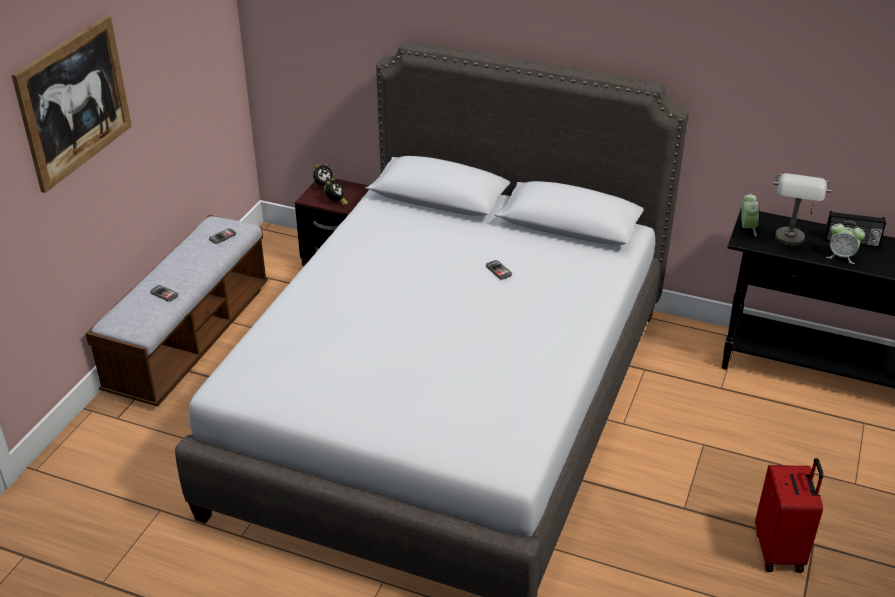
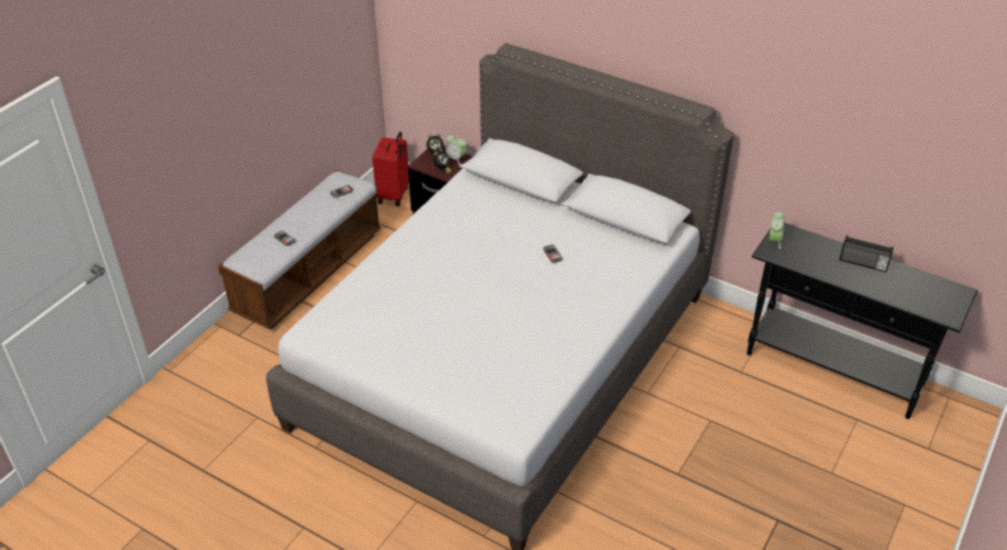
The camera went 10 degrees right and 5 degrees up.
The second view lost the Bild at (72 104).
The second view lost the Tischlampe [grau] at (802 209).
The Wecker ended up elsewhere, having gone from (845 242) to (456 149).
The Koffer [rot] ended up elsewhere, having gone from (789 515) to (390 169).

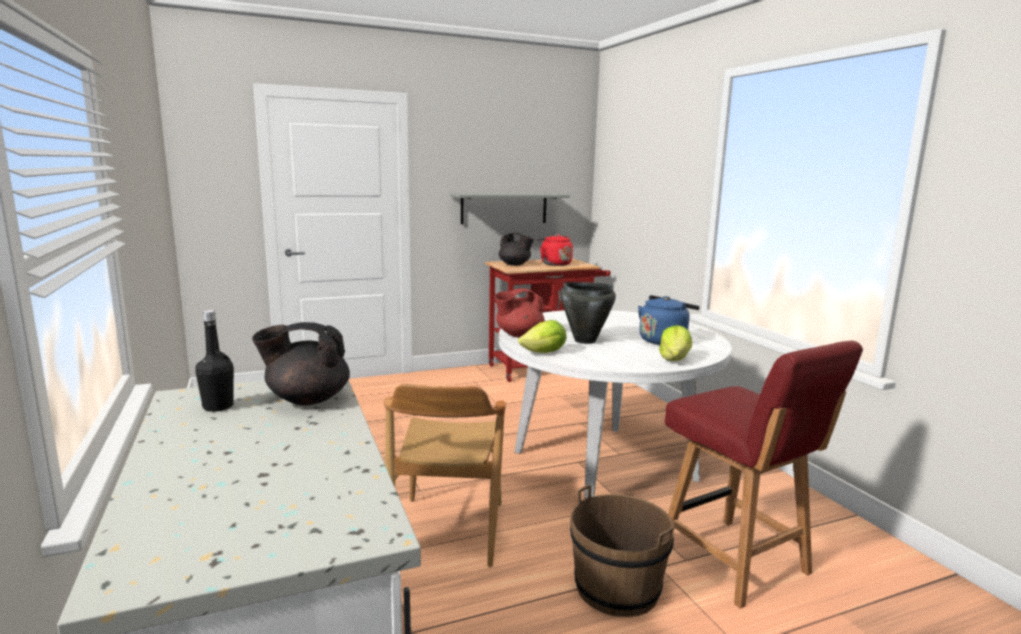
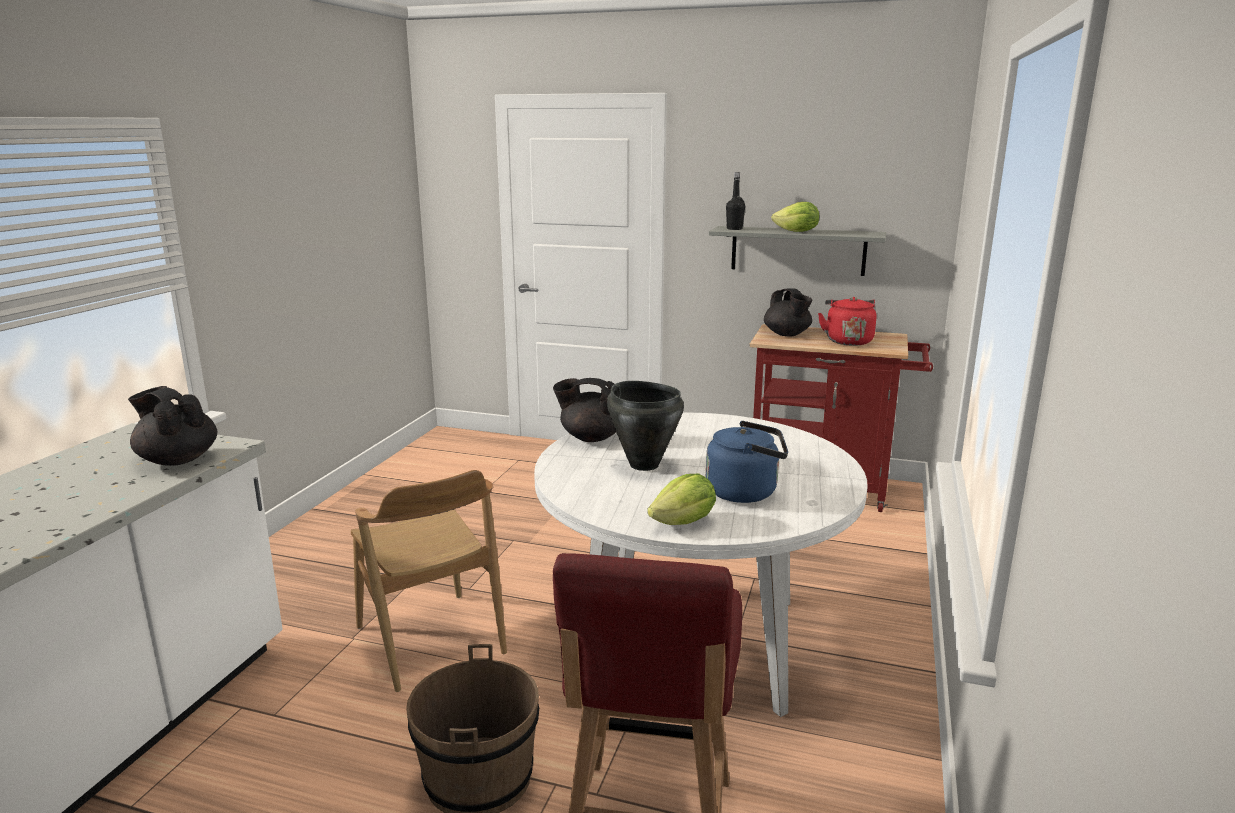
The camera went 40 degrees right and 5 degrees up.
What was the Teekanne [rot] at (519 312) turned into the Teekanne [schwarz] at (584 410).
The Flasche [schwarz] ended up elsewhere, having gone from (214 361) to (735 201).
The Salatkopf ended up elsewhere, having gone from (542 336) to (795 217).
The Stuhl [braun] at (444 475) ended up facing another way, 75 degrees counterclockwise from before.

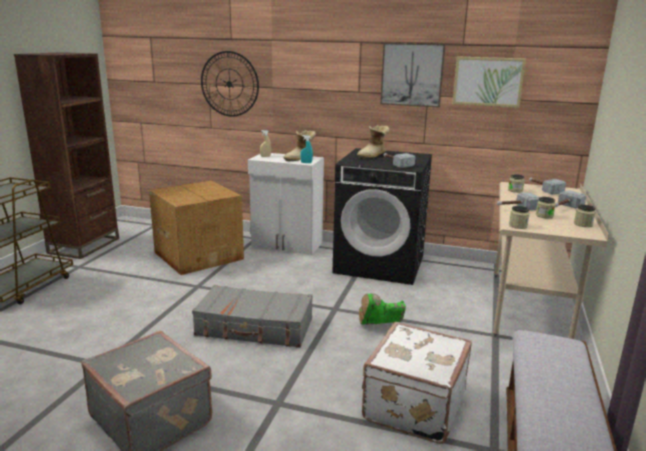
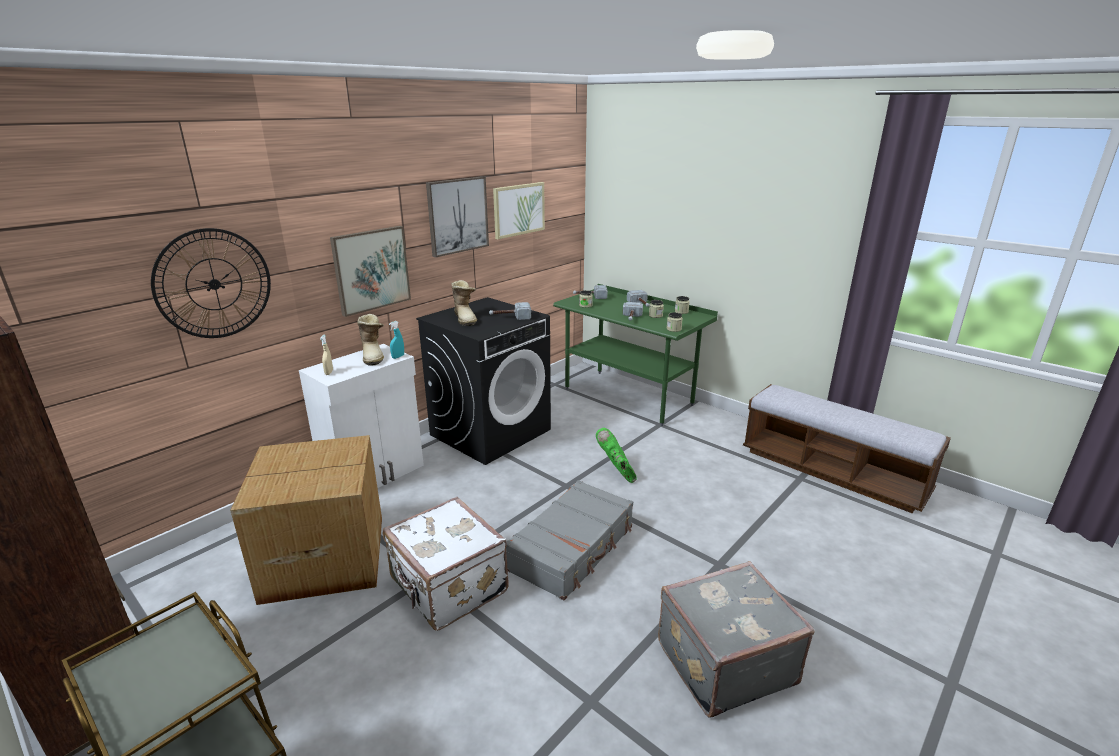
The camera went 65 degrees left and 5 degrees up.
What was the Schreibtisch [beige] at (551 260) turned into the Schreibtisch [grün] at (635 355).
The Stiefel [grün] at (382 309) ended up facing another way, 150 degrees clockwise from before.
The Koffer [weiß] ended up elsewhere, having gone from (417 383) to (446 564).
The second view gained the Bild at (370 271).

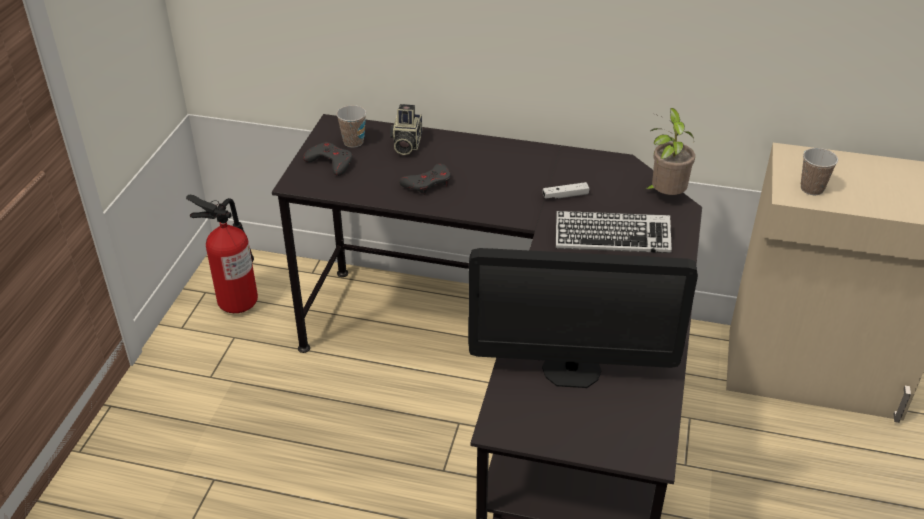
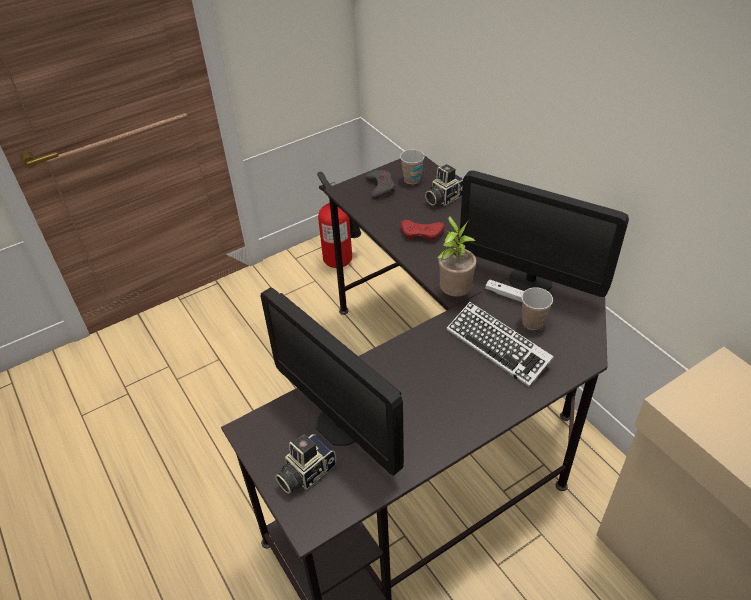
The camera went 45 degrees right and 5 degrees up.
The Topfpflanze ended up elsewhere, having gone from (669 151) to (456 256).
The Tasse ended up elsewhere, having gone from (819 171) to (537 308).
What was the Gamepad [grau] at (425 179) turned into the Gamepad [rot] at (423 231).
The second view gained the Monitor at (544 234).
The second view gained the Kamera at (305 464).

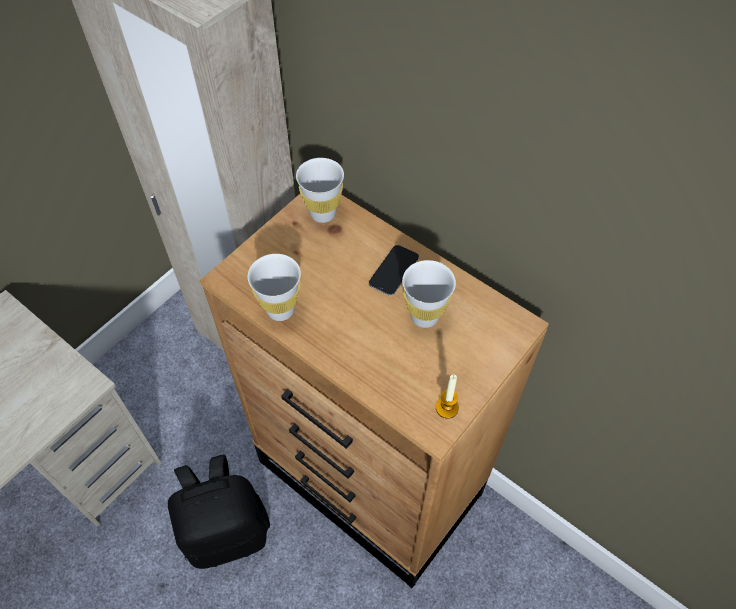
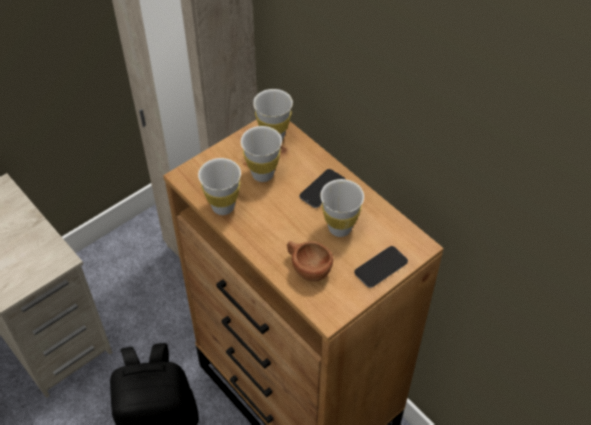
The camera went 10 degrees right and 5 degrees down.
The second view lost the Kerze at (447 397).
The second view gained the Tasse [weiß] at (261 154).
The second view gained the Tasse [braun] at (310 261).
The second view gained the Handy at (381 267).

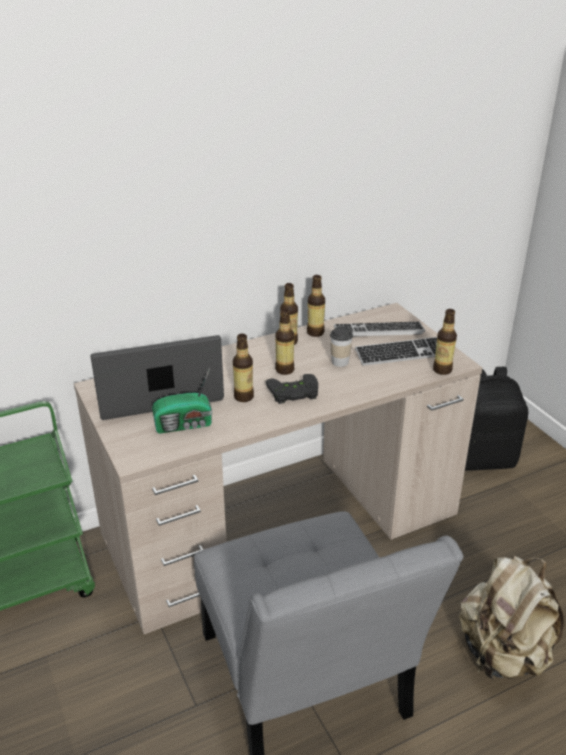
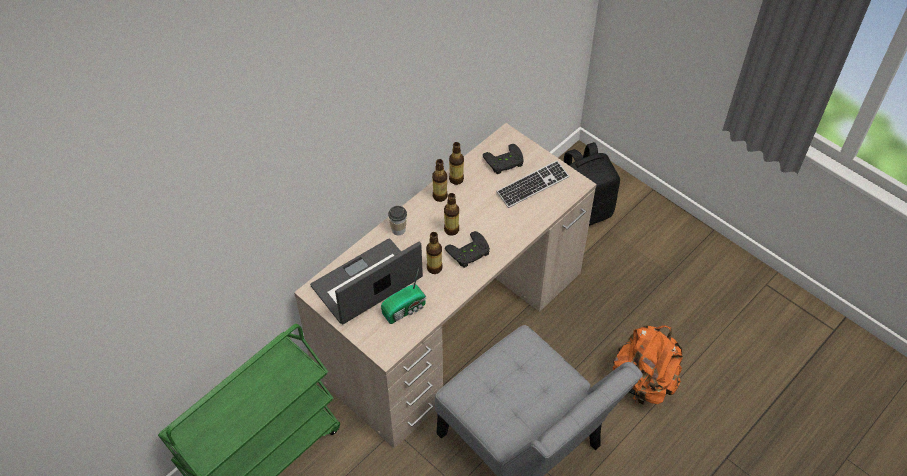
The camera went 20 degrees left and 20 degrees up.
The second view lost the Flasche at (445 342).
Where the Tastatur stood at (379 329), the Gamepad [schwarz] came to stand at (503 159).
The Tasse ended up elsewhere, having gone from (341 346) to (397 220).
What was the Rucksack [beige] at (511 618) turned into the Rucksack [orange] at (648 365).

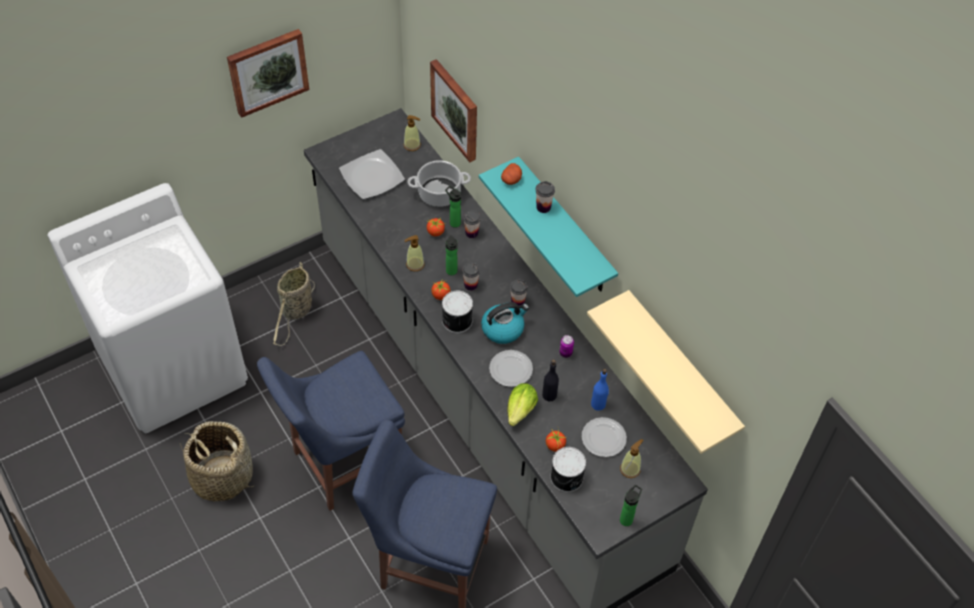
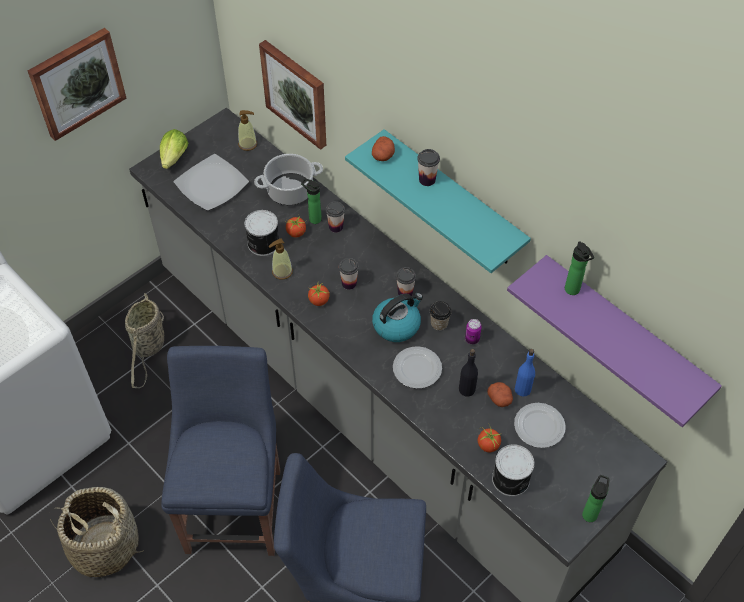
The camera went 10 degrees left and 0 degrees up.
The Flasche ended up elsewhere, having gone from (452 255) to (579 268).
What was the Wandregal [beige] at (666 372) turned into the Wandregal [lila] at (614 341).
The Dose ended up elsewhere, having gone from (457 312) to (261 233).
The Stuhl [blau] at (331 431) ended up facing another way, 135 degrees clockwise from before.
The Salatkopf ended up elsewhere, having gone from (522 404) to (174 149).
The second view lost the Seifenspender at (632 458).
The second view gained the Tasse at (441 316).
The second view gained the Kartoffel at (500 394).

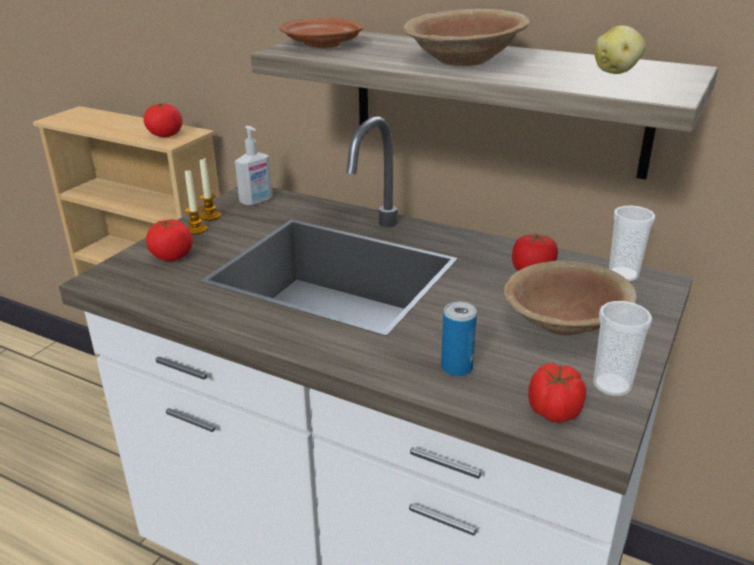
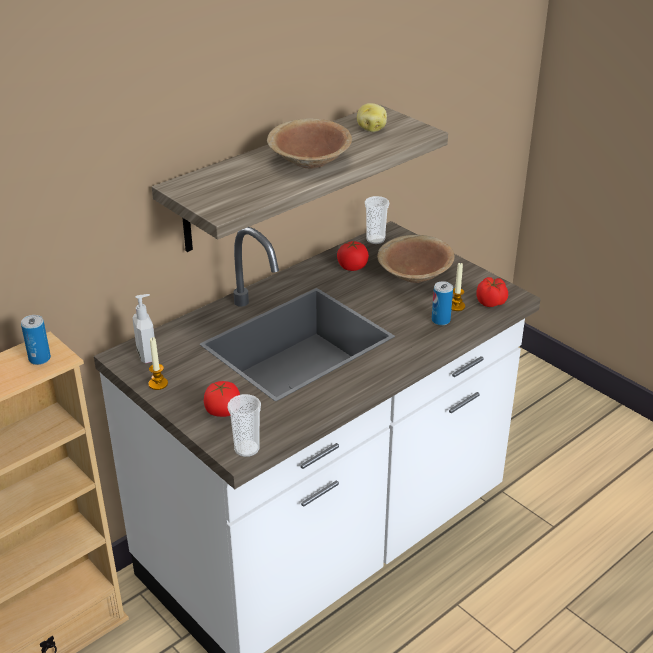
The camera went 70 degrees left and 5 degrees up.
The second view lost the Teller [braun] at (321 33).
Where the Tomate stood at (163 120), the Dose came to stand at (36 340).
The Kerze ended up elsewhere, having gone from (196 202) to (458 286).
The Tasse ended up elsewhere, having gone from (622 348) to (244 425).

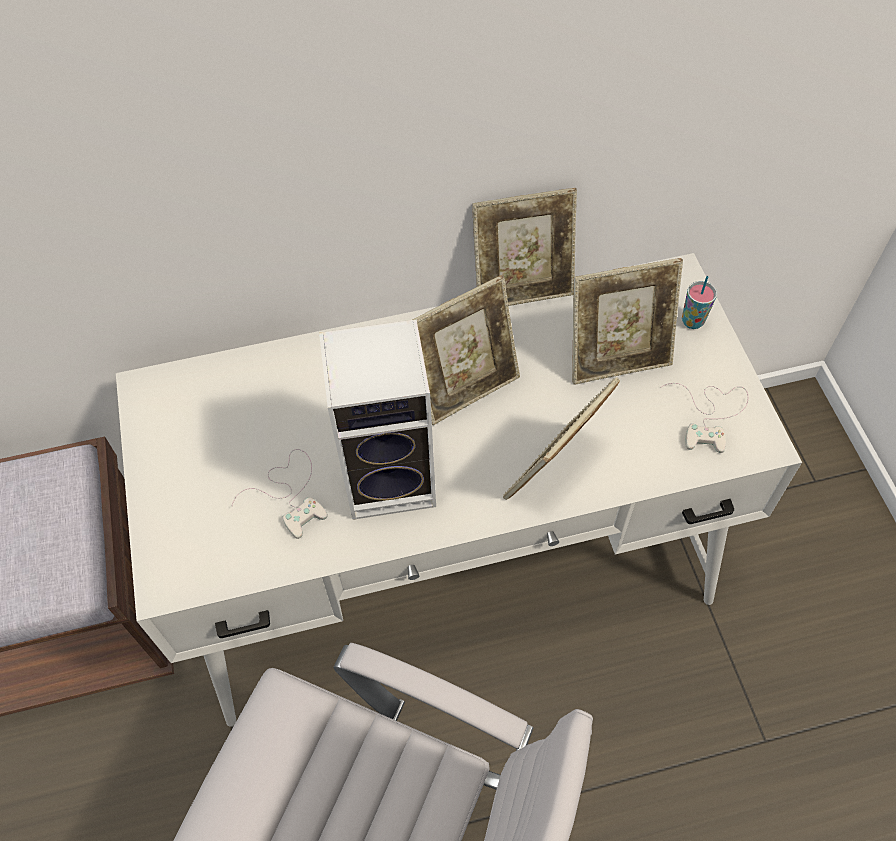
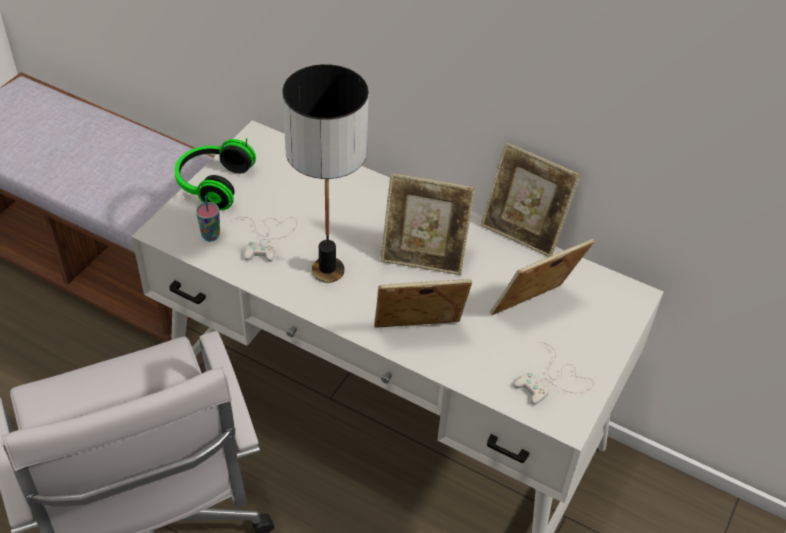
The camera went 40 degrees right and 10 degrees down.
The Bilderrahmen at (627 321) ended up facing another way, 120 degrees clockwise from before.
The Tasse ended up elsewhere, having gone from (699 302) to (208 219).
Where the Lautsprecher stood at (377 419), the Tischlampe came to stand at (325 173).
The second view gained the Kopfhörer at (215 174).

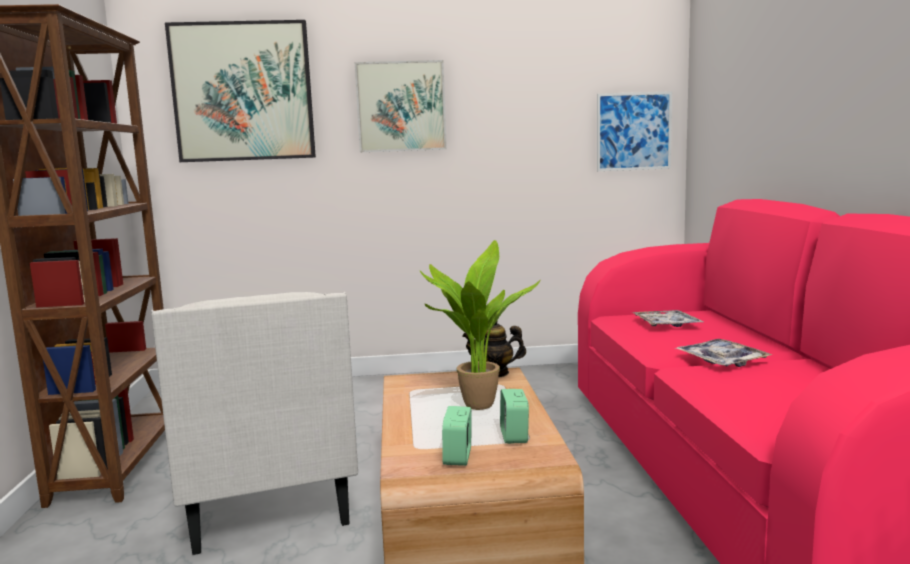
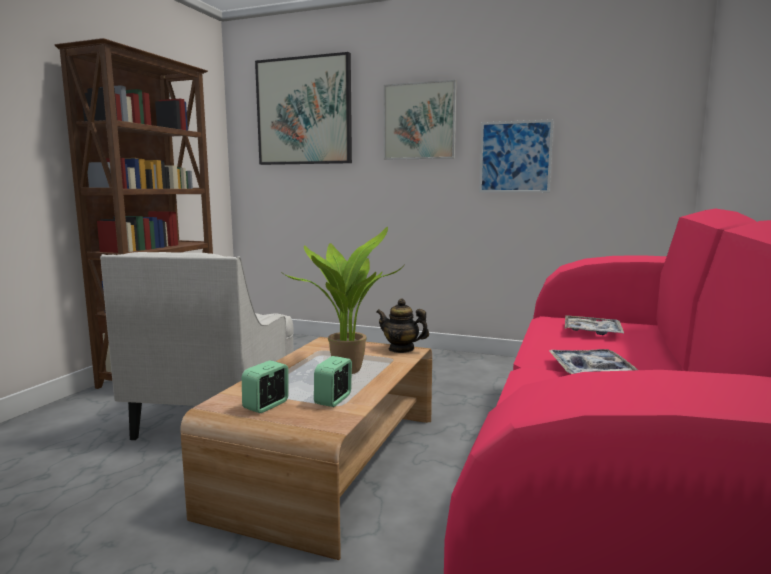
The camera went 25 degrees right and 0 degrees up.
The Bild ended up elsewhere, having gone from (634 131) to (516 156).

